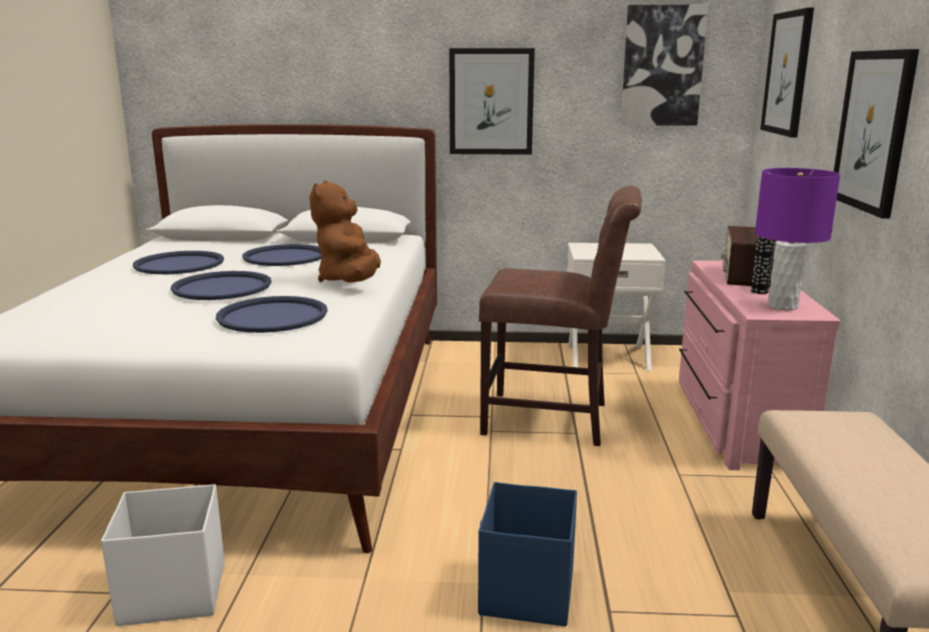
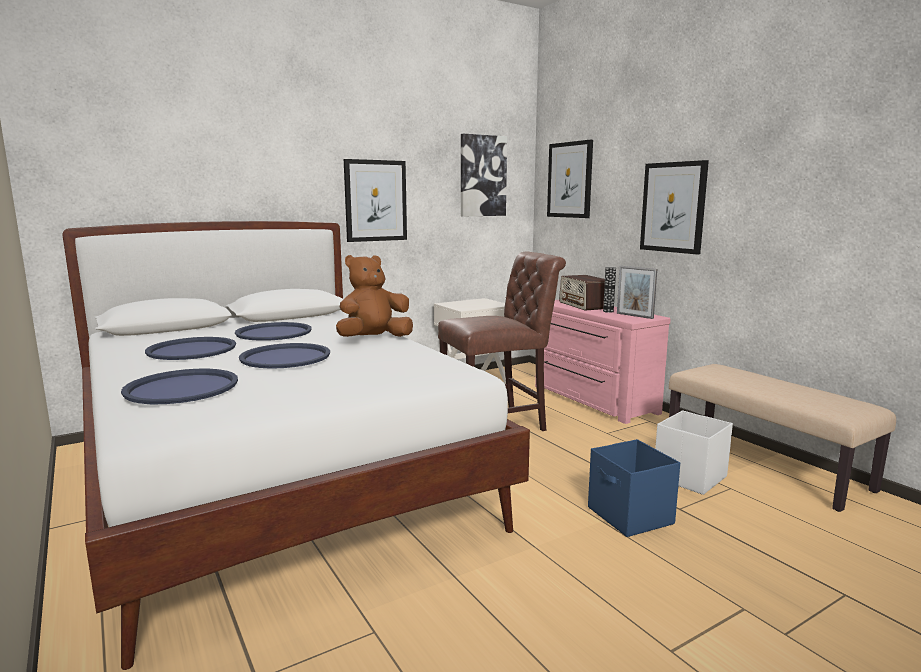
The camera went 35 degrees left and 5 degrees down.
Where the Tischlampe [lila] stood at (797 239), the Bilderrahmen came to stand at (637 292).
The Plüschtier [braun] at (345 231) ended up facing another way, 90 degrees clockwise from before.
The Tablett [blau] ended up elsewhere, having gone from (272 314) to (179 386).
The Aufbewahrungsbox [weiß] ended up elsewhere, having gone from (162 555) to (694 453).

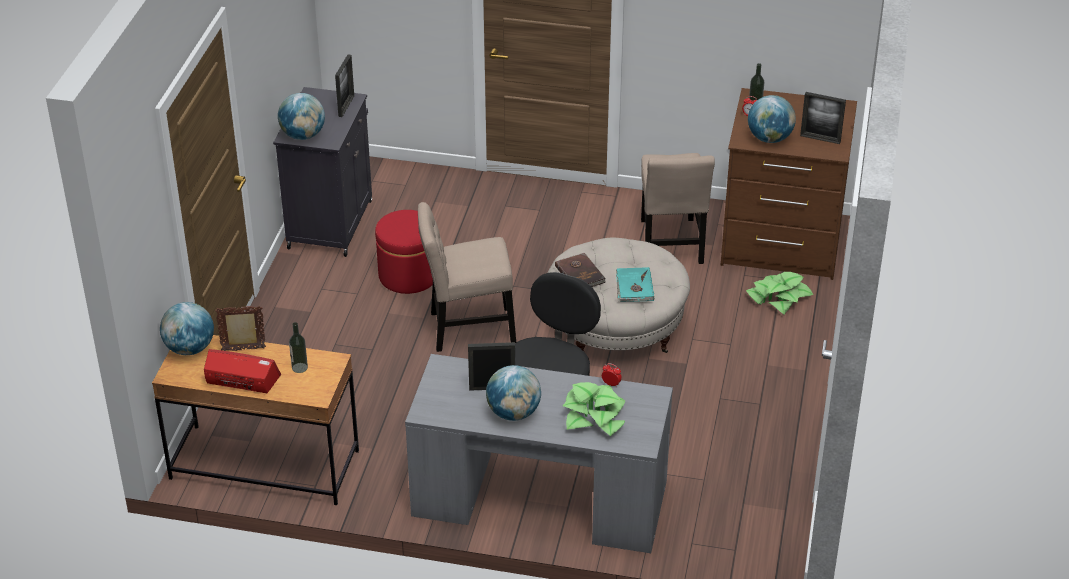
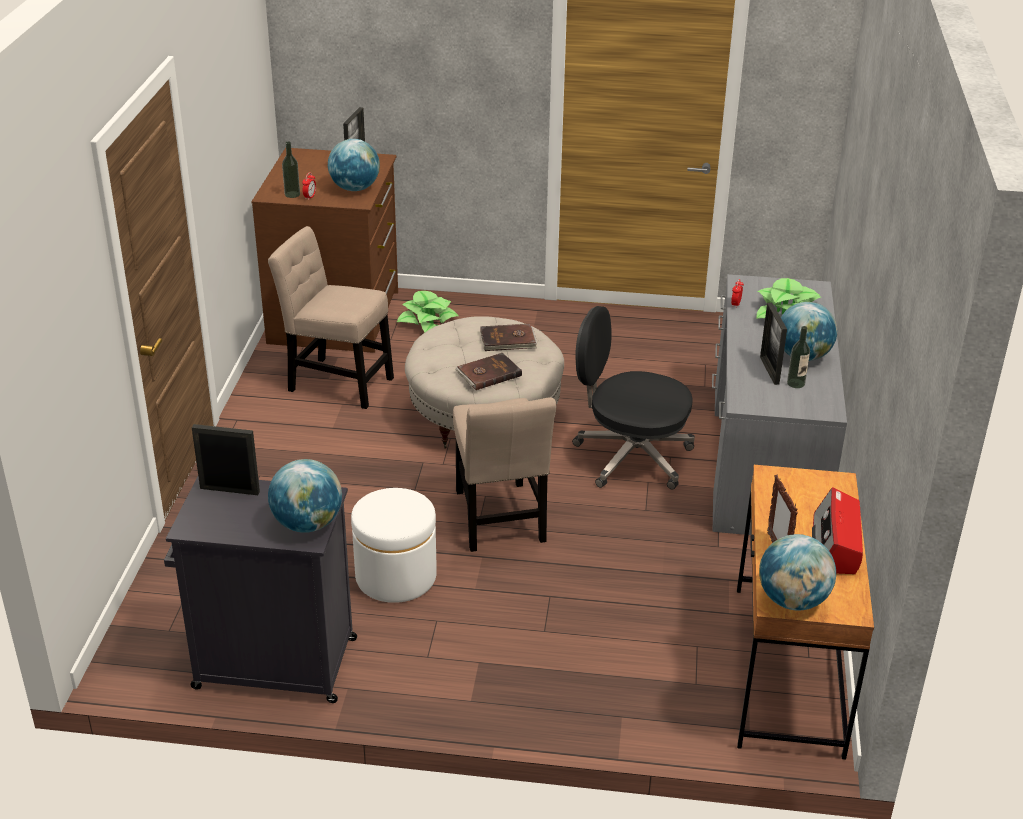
The camera went 95 degrees left and 5 degrees down.
The Stuhl [beige] at (678 208) ended up facing another way, 150 degrees counterclockwise from before.
What was the Polsterhocker [rot] at (404 252) turned into the Polsterhocker [weiß] at (394 545).
What was the Buch [türkis] at (635 284) turned into the Buch [braun] at (509 337).
The Flasche ended up elsewhere, having gone from (298 347) to (798 357).

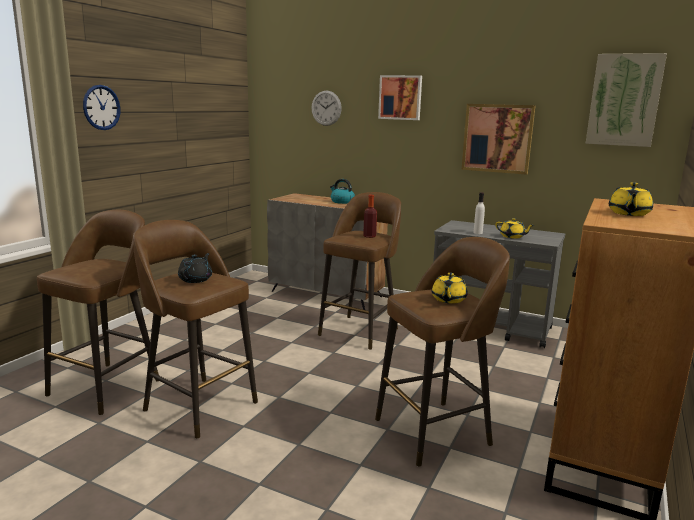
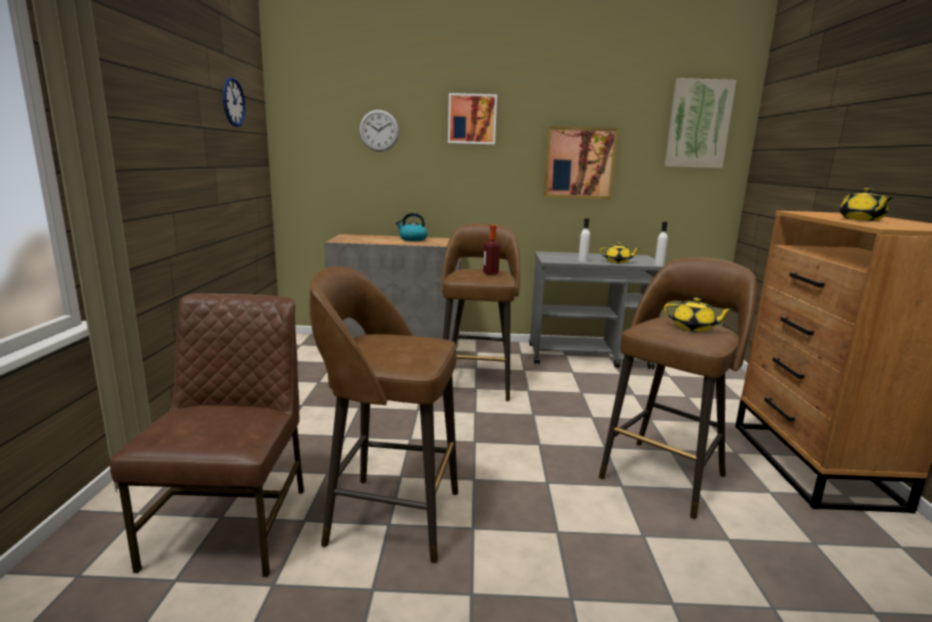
The camera went 25 degrees left and 0 degrees up.
The Wanduhr ended up elsewhere, having gone from (102 107) to (234 102).
Where the Hocker [braun] stood at (98 312), the Stuhl [braun] came to stand at (207 435).
The second view lost the Teekanne [schwarz] at (195 268).
The Teekanne [gelb] at (450 288) ended up facing another way, 60 degrees counterclockwise from before.
The second view gained the Flasche [weiß] at (661 243).

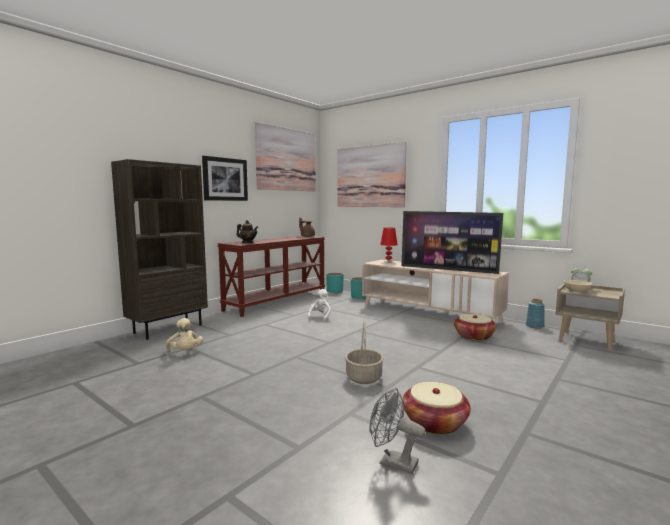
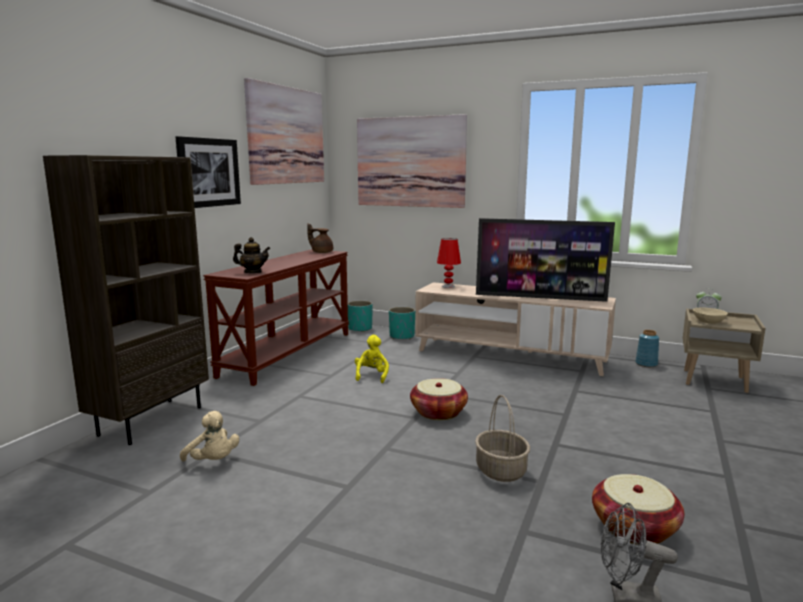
The camera went 15 degrees left and 5 degrees up.
What was the Plüschtier [weiß] at (319 305) turned into the Plüschtier [gelb] at (372 359).
The Korb ended up elsewhere, having gone from (475 327) to (439 399).

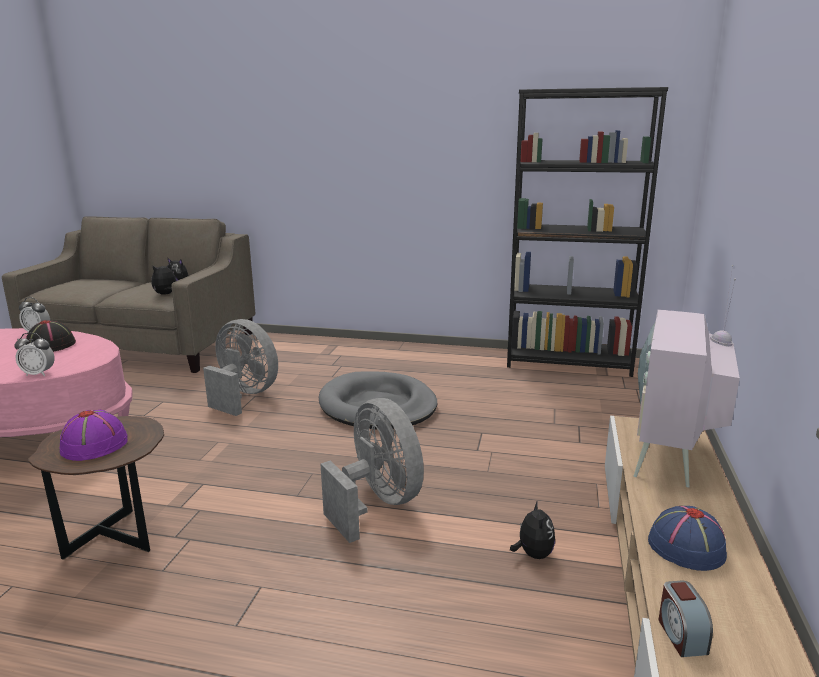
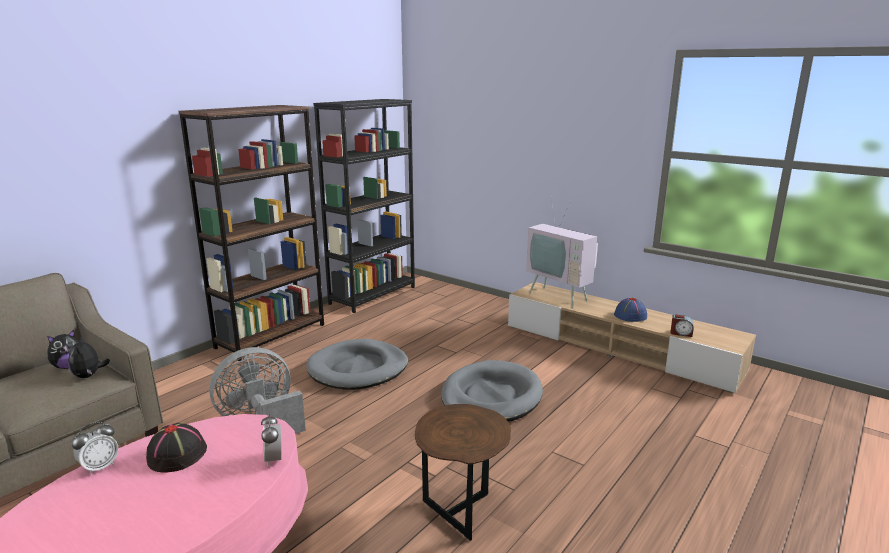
The camera went 65 degrees left and 0 degrees up.
The Wecker at (34 354) ended up facing another way, 135 degrees clockwise from before.
Where the Ventilator [grau] stood at (372 470), the Hundebett [grau] came to stand at (492 391).
The second view lost the Hut [lila] at (94 435).
The second view lost the Plüschtier at (532 529).
The second view gained the Bücherregal [braun] at (251 233).

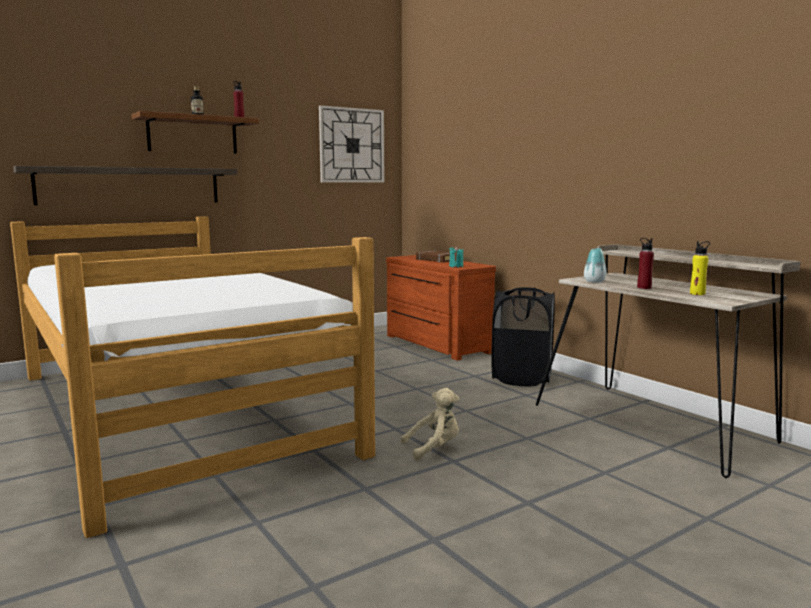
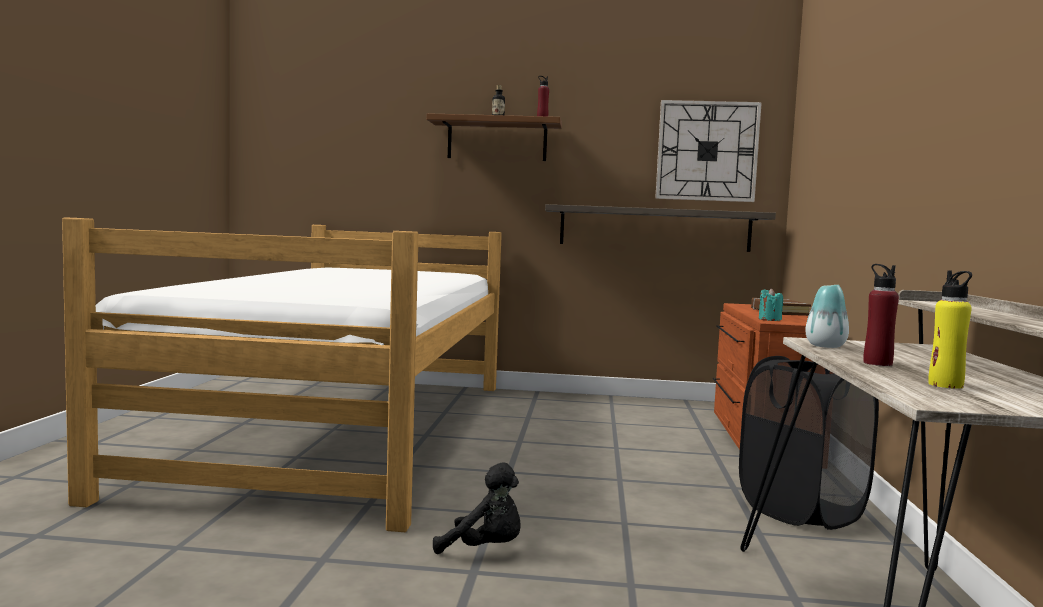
The camera went 40 degrees right and 5 degrees down.
The Wandregal ended up elsewhere, having gone from (125 185) to (660 228).
What was the Plüschtier [beige] at (430 424) turned into the Plüschtier [schwarz] at (476 508).

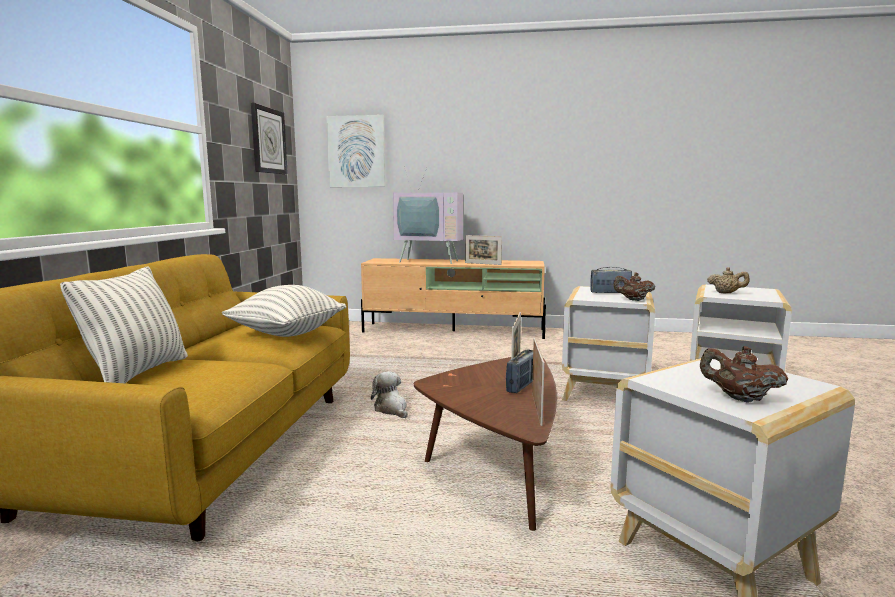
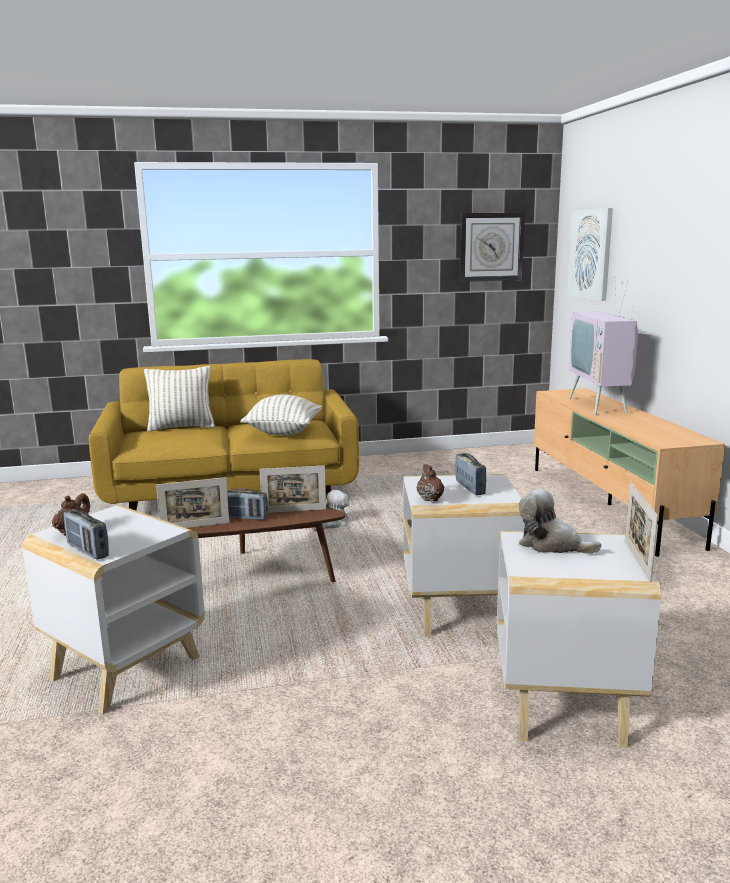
The camera went 70 degrees right and 5 degrees up.
The Bilderrahmen ended up elsewhere, having gone from (483 250) to (641 532).
Where the Teekanne [beige] stood at (728 280), the Plüschtier came to stand at (560 521).
The second view gained the Radio at (86 534).

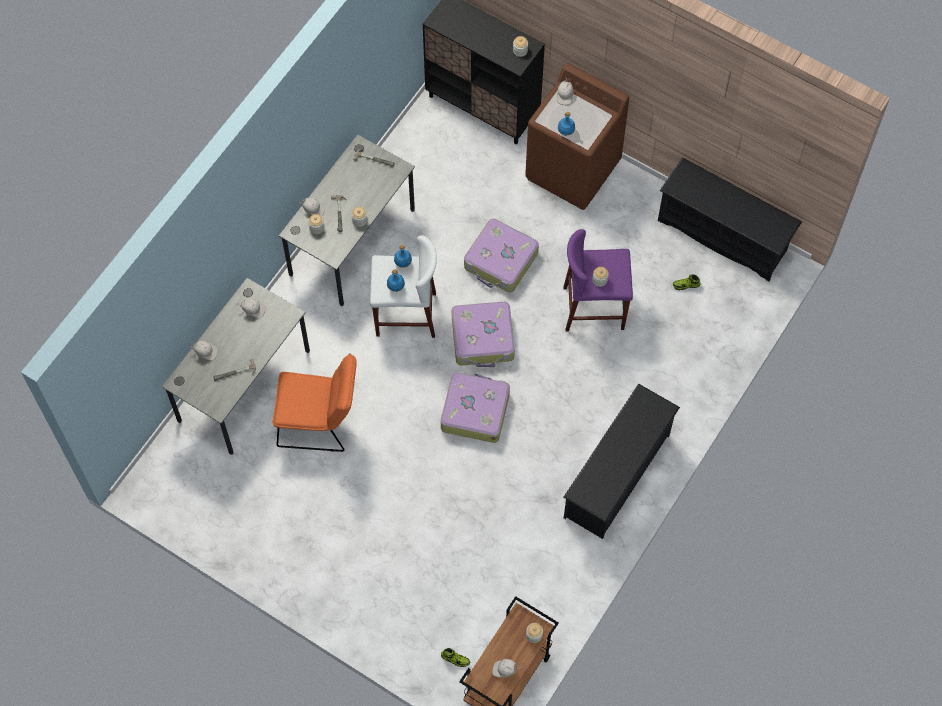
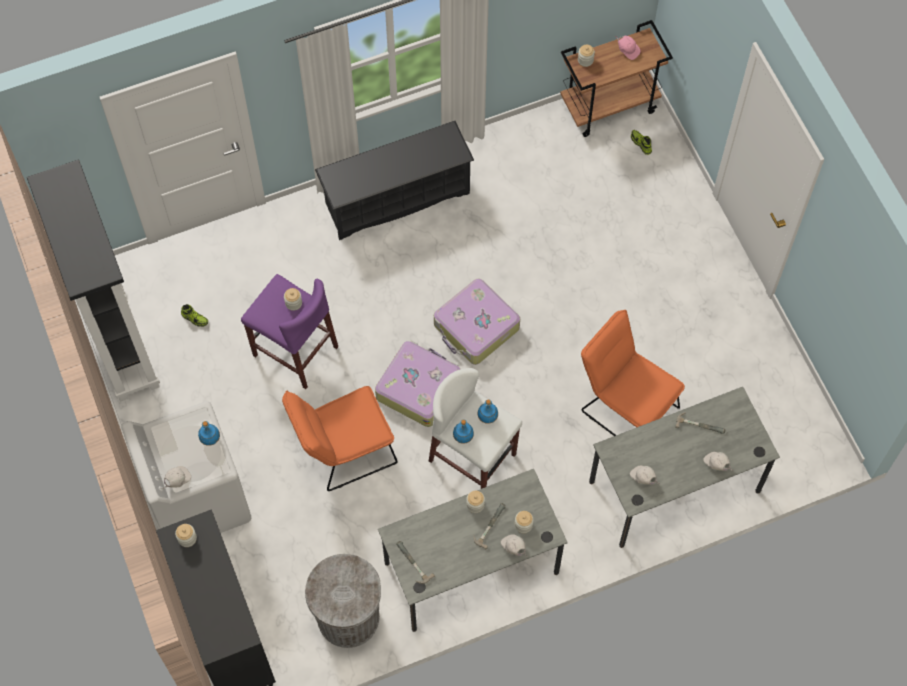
The camera went 145 degrees left and 0 degrees up.
What was the Waschmaschine [braun] at (577 136) turned into the Waschmaschine [weiß] at (186 467).
Where the Schuhregal [schwarz] stood at (730 219), the Bücherregal [schwarz] came to stand at (93 281).
Where the Koffer stood at (501 255), the Stuhl [orange] came to stand at (340 438).
What was the Kappe [weiß] at (507 668) turned into the Kappe [rosa] at (627 47).
The second view gained the Mülleimer [grau] at (343 601).

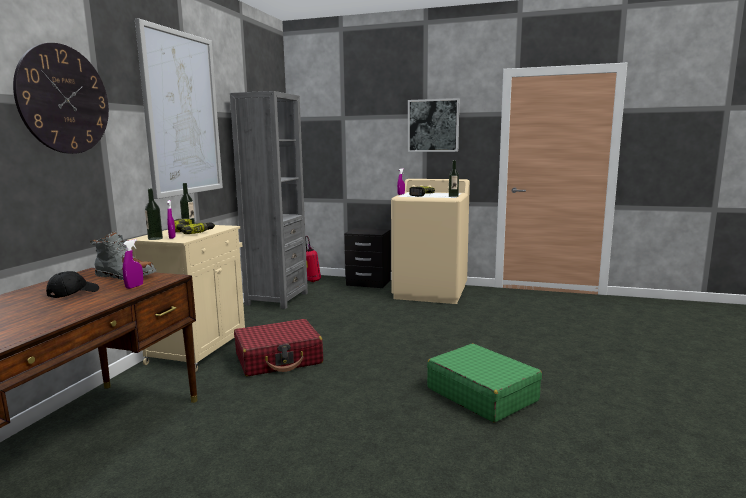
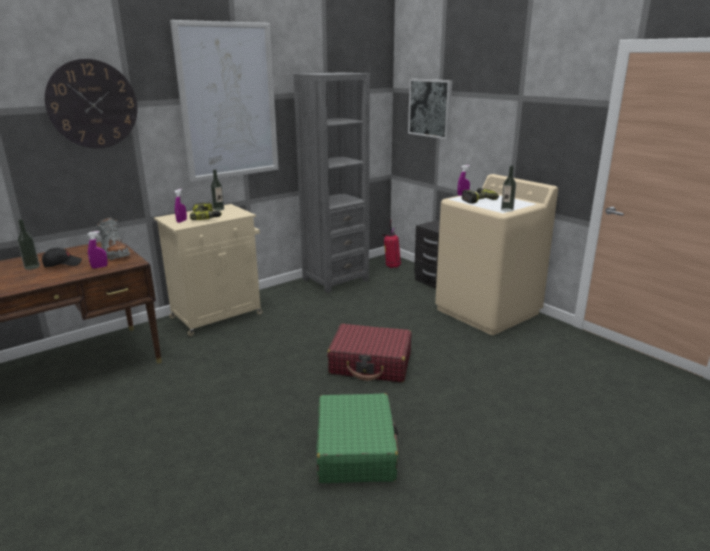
The camera went 35 degrees right and 10 degrees up.
The Bild ended up elsewhere, having gone from (433 125) to (430 109).
The Flasche ended up elsewhere, having gone from (154 214) to (28 244).
The Koffer [rot] ended up elsewhere, having gone from (278 347) to (369 353).

